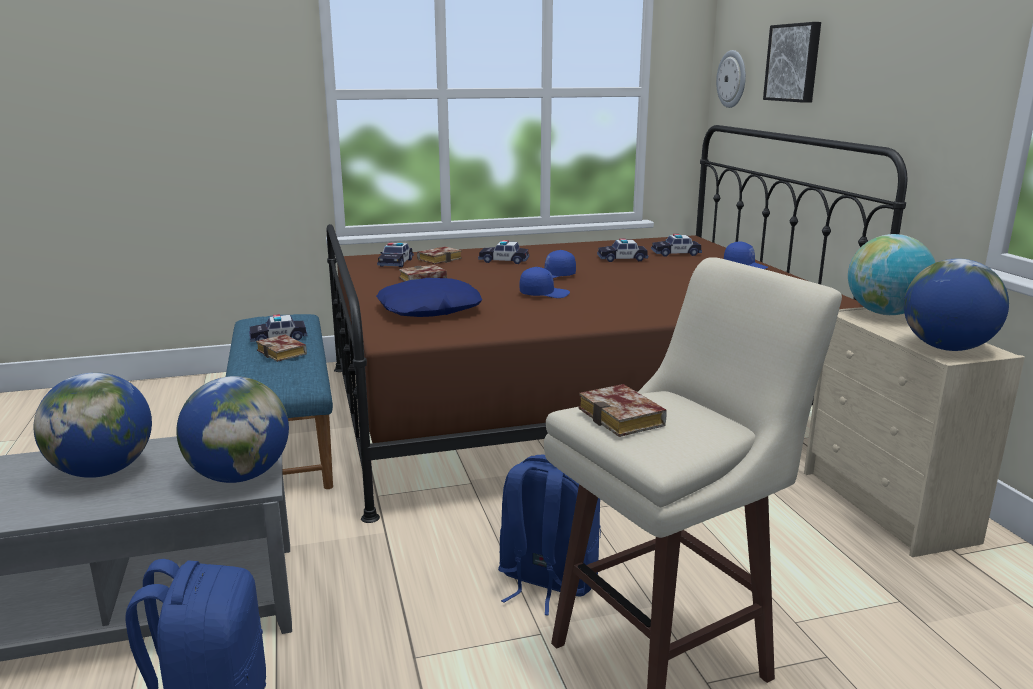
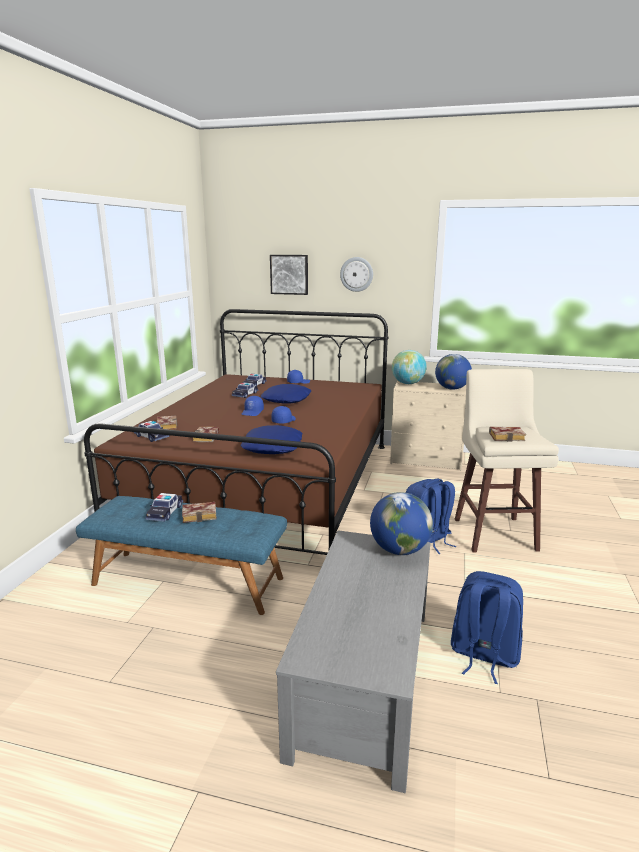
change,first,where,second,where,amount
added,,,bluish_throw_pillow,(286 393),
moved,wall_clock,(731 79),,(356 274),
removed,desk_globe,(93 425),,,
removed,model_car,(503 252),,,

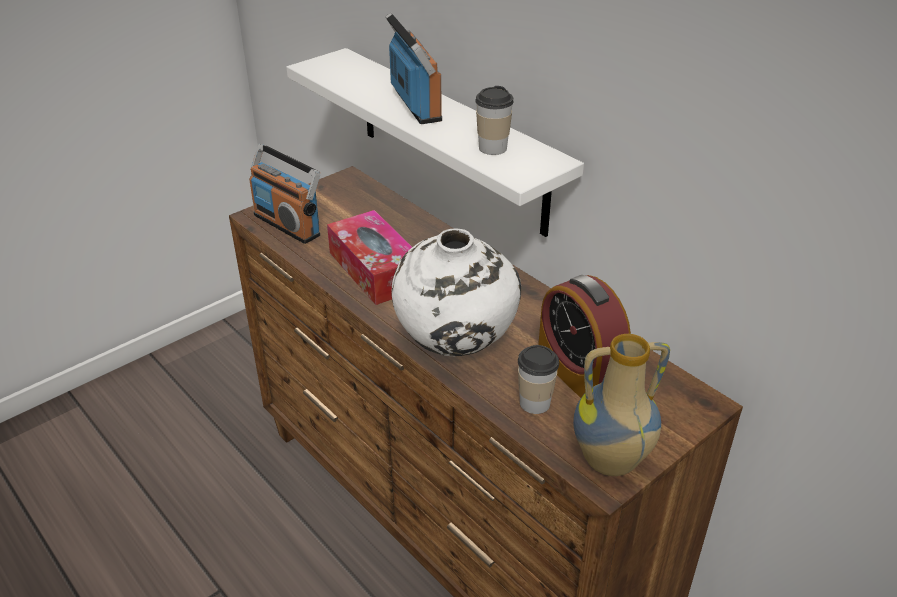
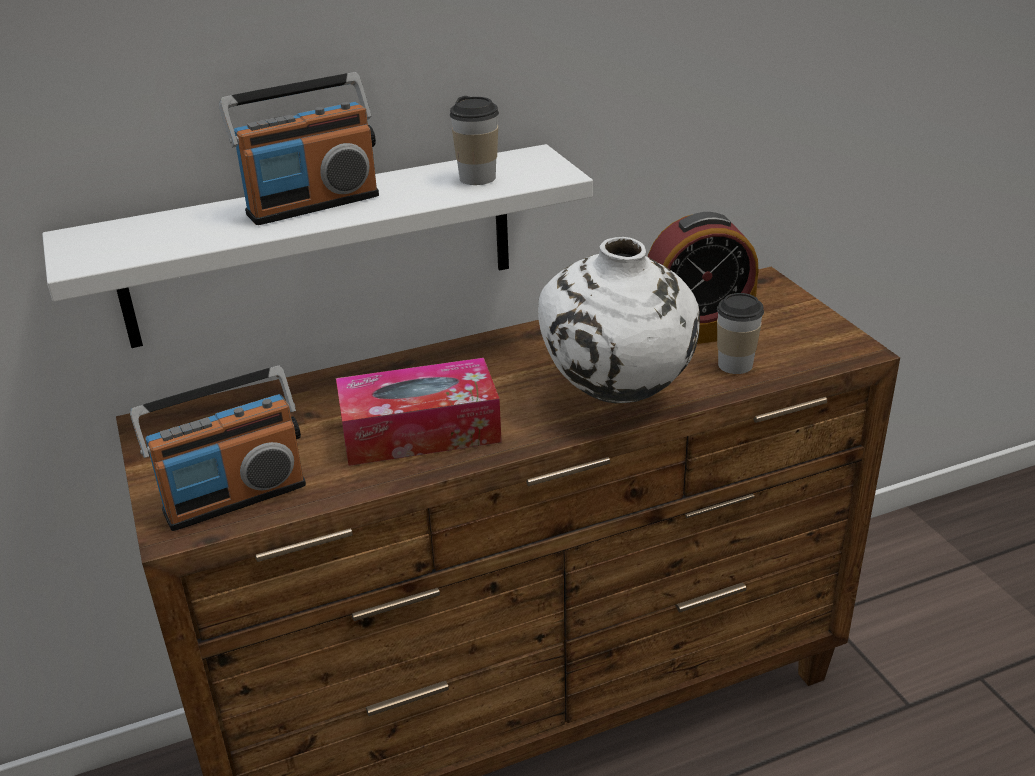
change,first,where,second,where,amount
turned,radio,(413 68),,(299 148),150 degrees clockwise
removed,decorative_vase,(621 405),,,

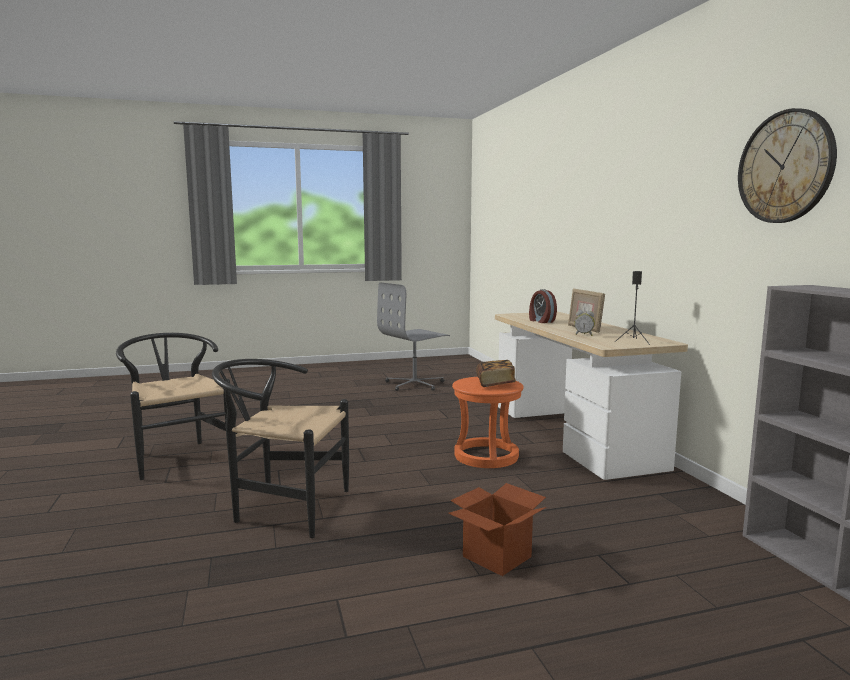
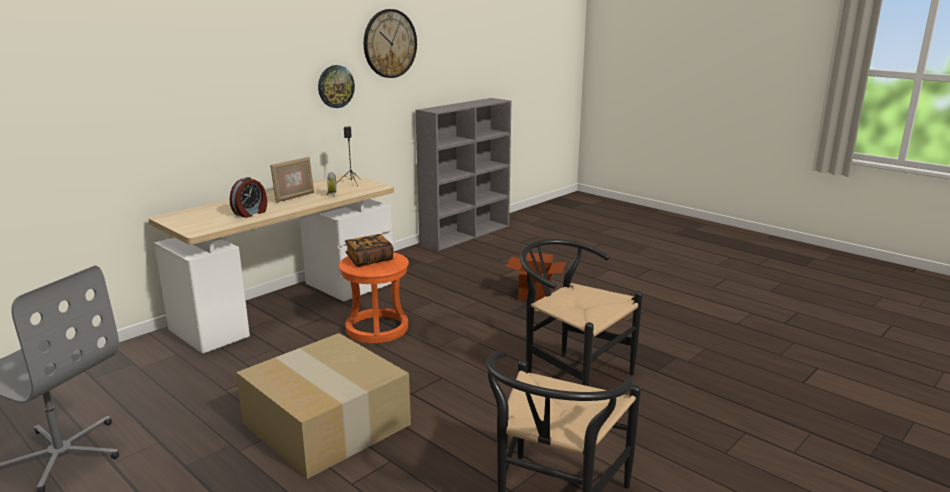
change,first,where,second,where,amount
added,,,packing_box,(323 406),
added,,,wall_clock,(336 86),
turned,black-coloured_chair,(280 448),,(581 312),150 degrees clockwise

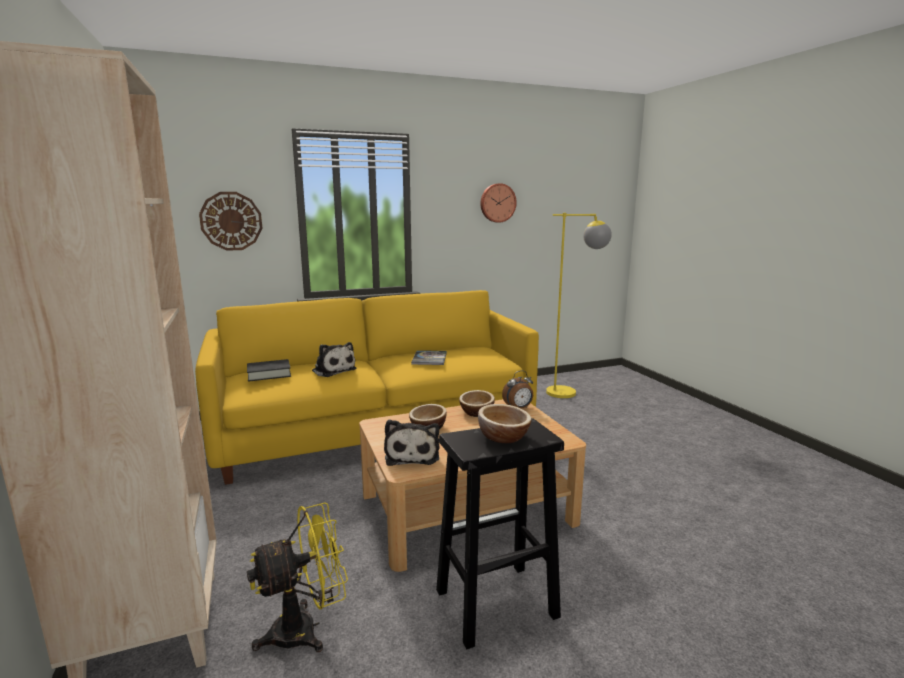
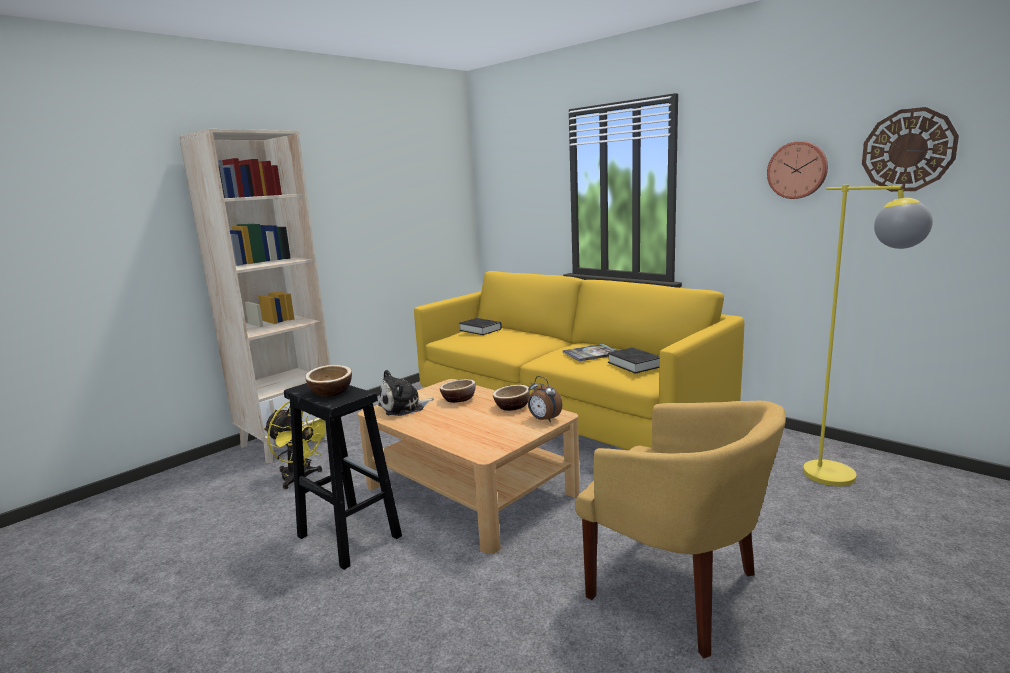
change,first,where,second,where,amount
added,,,yellowish_easy_chair,(680 530),
added,,,black-coloured_book,(634 360),
moved,wall_clock,(231 221),,(910 149),
removed,cuddly_toy,(334 359),,,

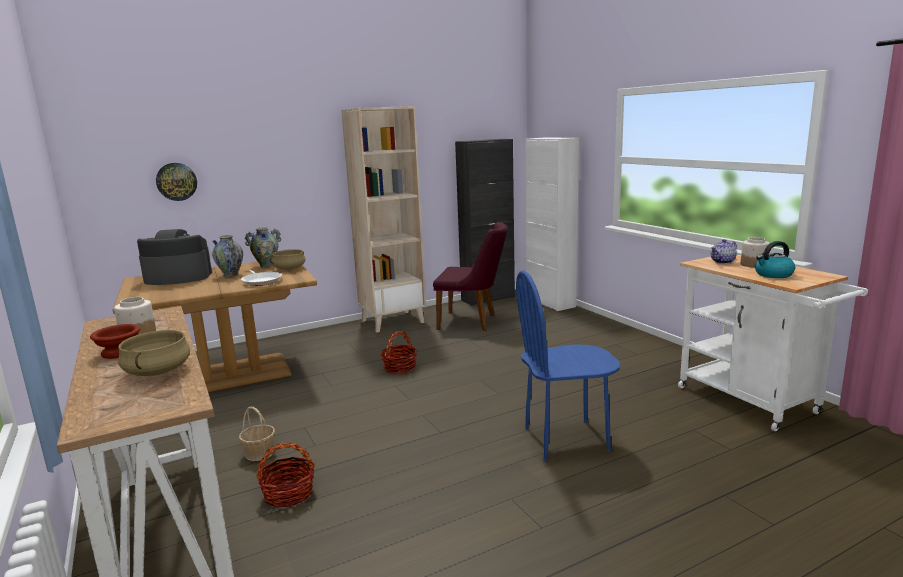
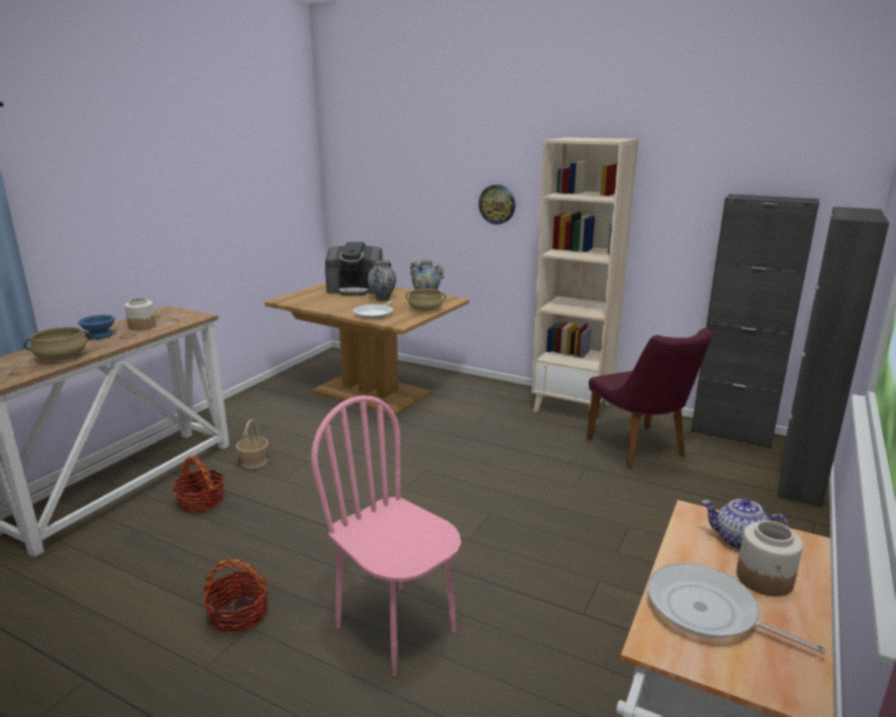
change,first,where,second,where,amount
recoloured,brownish_serving_bowl,(115 341),bluish_serving_bowl,(96 327),
moved,basket,(399 352),,(235 596),
recoloured,bluish_chair,(568 366),pink-coloured_chair,(386 535),
turned,coffee_machine,(174 257),,(354 268),135 degrees clockwise
moved,wall_clock,(176 182),,(496 205),
replaced,tea_kettle,(775 259),skillet,(737 608),
recoloured,white-coloured_storage_cabinet,(552 224),black-coloured_storage_cabinet,(833 357),

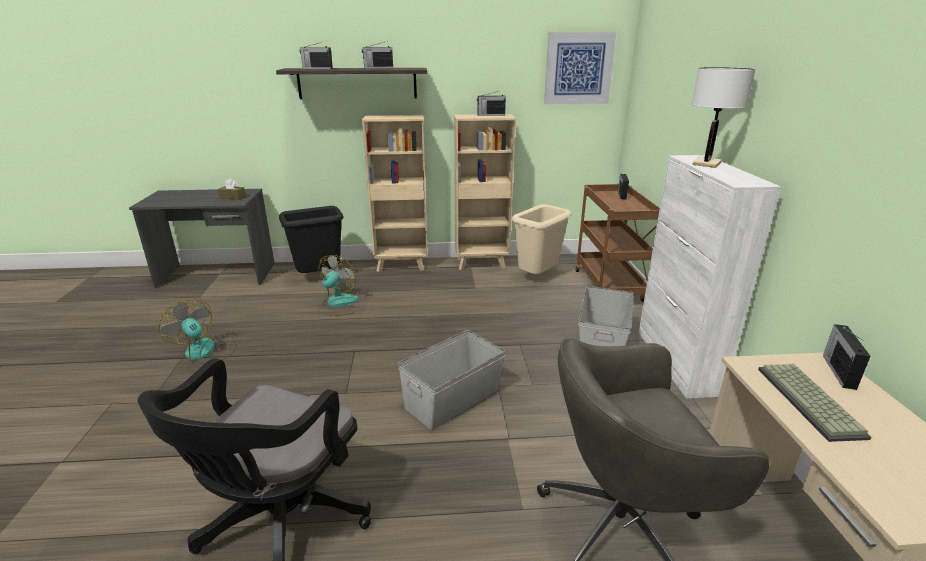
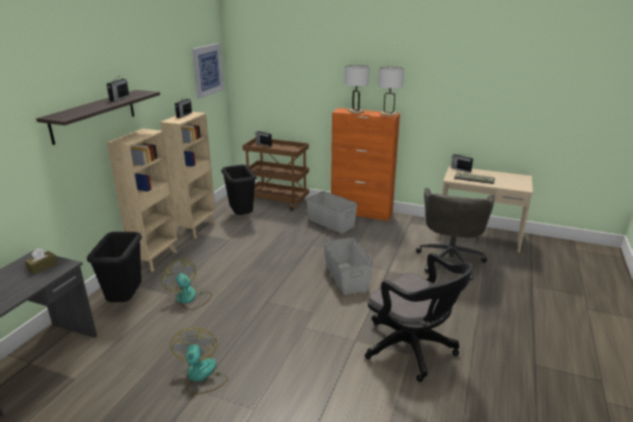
change,first,where,second,where,amount
turned,fan,(198 332),,(199 360),105 degrees clockwise
recoloured,sand-coloured_waste_bin,(541 239),black-coloured_waste_bin,(239 189),
recoloured,white-coloured_storage_cabinet,(710 276),orange-coloured_storage_cabinet,(365 164),
added,,,white-coloured_table_lamp,(391 91),
removed,radio,(316 55),,,

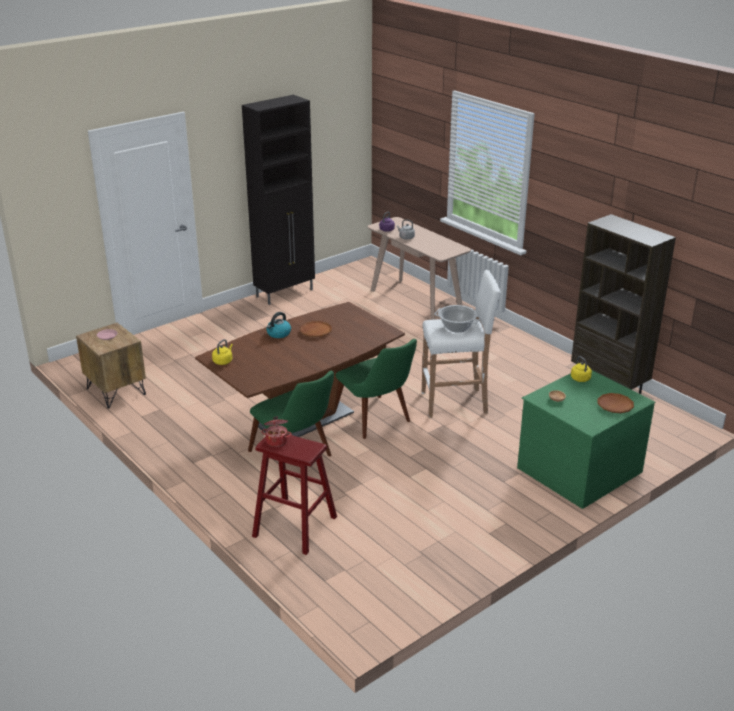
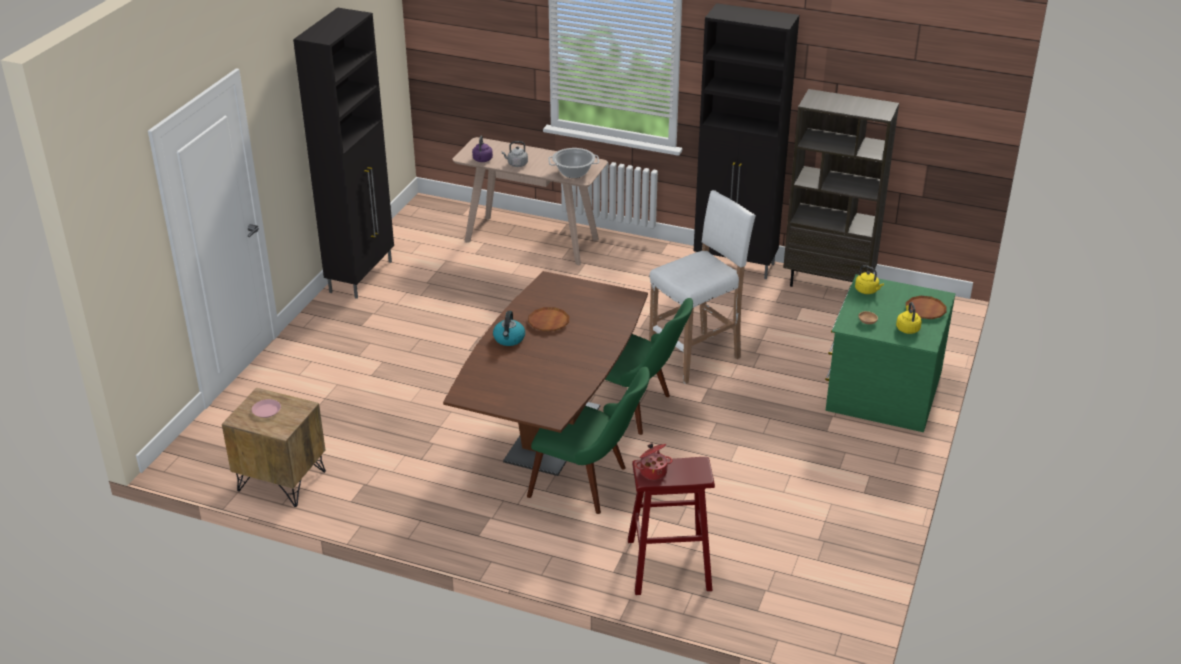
change,first,where,second,where,amount
moved,stockpot,(457 318),,(573 163),
added,,,black-coloured_storage_cabinet,(746 141),
moved,yellowish_tea_kettle,(222 352),,(909 318),

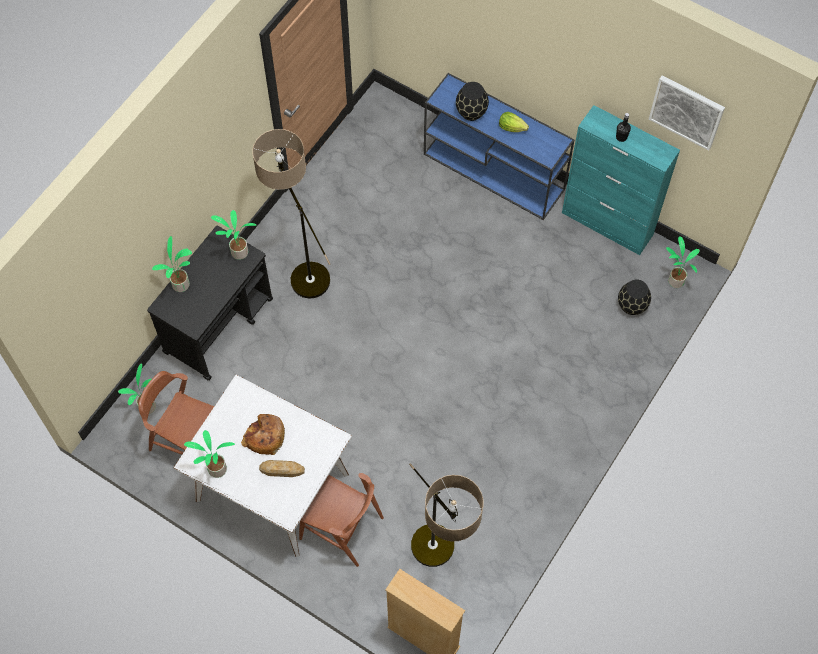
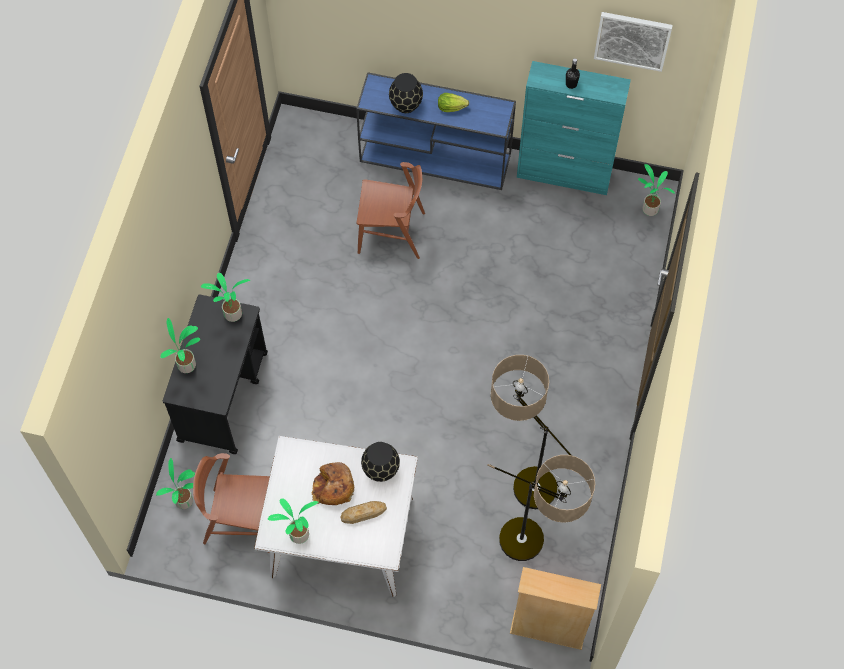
change,first,where,second,where,amount
moved,brownish_chair,(341 520),,(390 210),
moved,black-coloured_decorative_vase,(634 297),,(380 462),
moved,standing_lamp,(291 214),,(531 432),

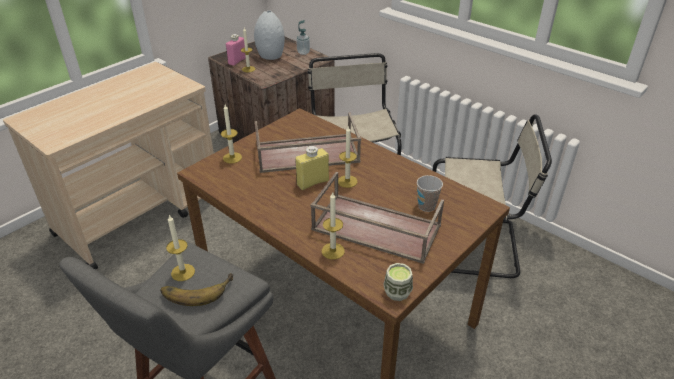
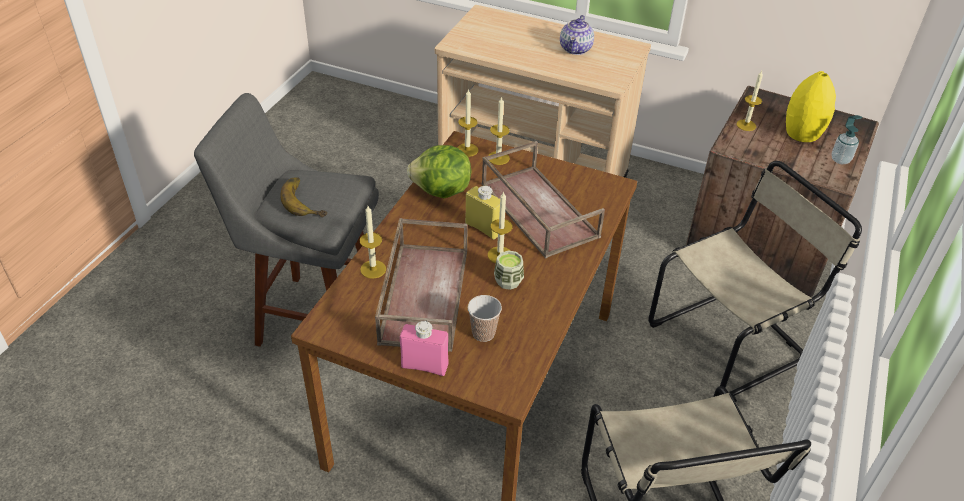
change,first,where,second,where,amount
moved,pink-coloured_beverage_bottle,(236 50),,(424 348),
added,,,lettuce,(439 171),
moved,wax_light,(180 247),,(467 123),
moved,cup,(398 282),,(509 270),
added,,,tea_pot,(577 35),
recoloured,greyish_decorative_vase,(269 35),yellowish_decorative_vase,(811 106),

